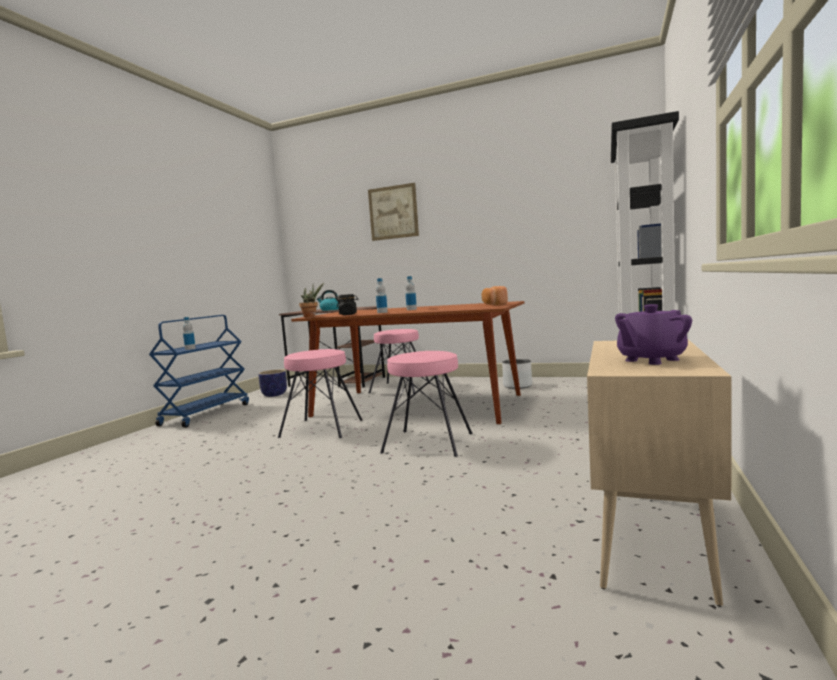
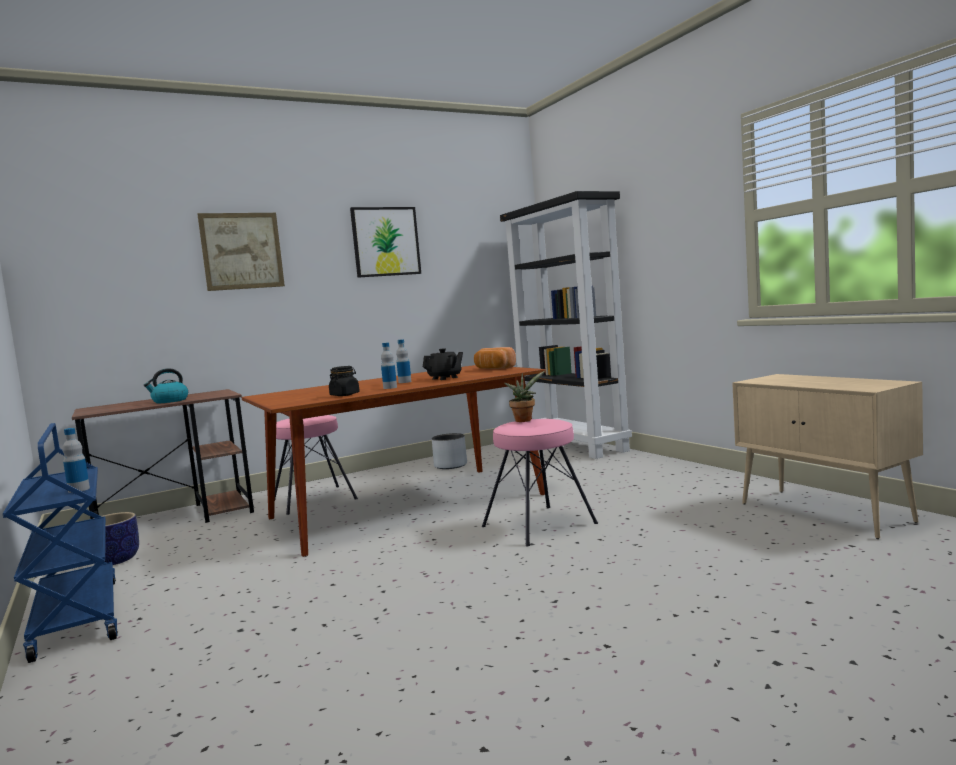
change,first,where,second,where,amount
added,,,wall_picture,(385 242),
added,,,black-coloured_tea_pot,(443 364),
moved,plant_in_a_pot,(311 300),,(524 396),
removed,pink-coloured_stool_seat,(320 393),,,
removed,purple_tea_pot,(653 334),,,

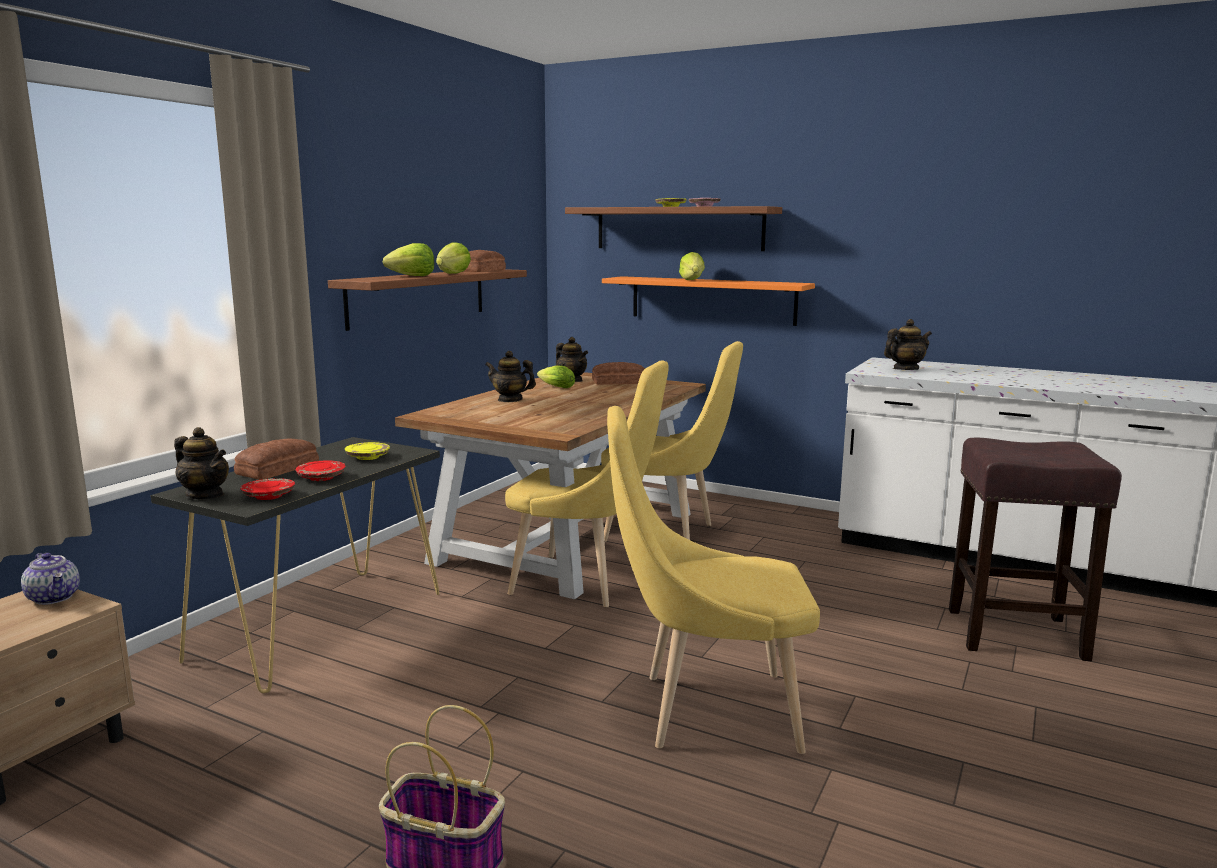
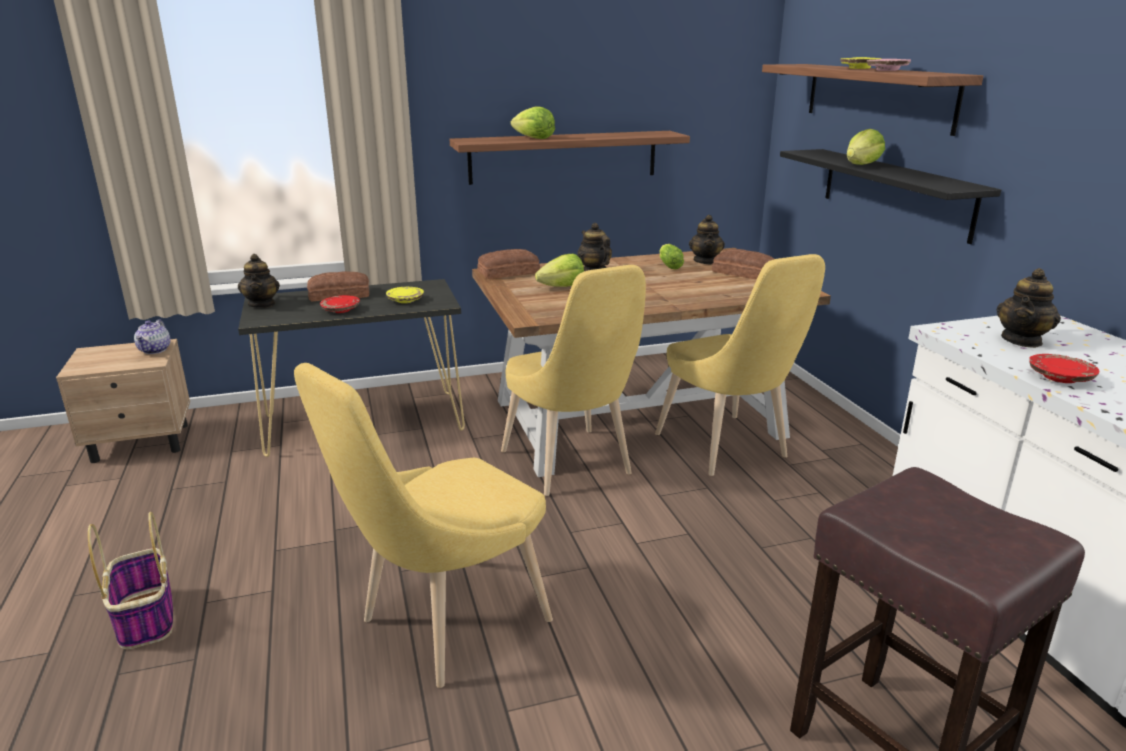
change,first,where,second,where,amount
turned,yellowish_chair,(713 580),,(423 525),90 degrees counterclockwise
moved,bread,(484 261),,(508 264),
moved,lettuce,(453 258),,(559 270),
recoloured,orange-coloured_shelf,(708 301),black-coloured_shelf,(890 196),
turned,tea_pot,(908 344),,(1028 308),105 degrees clockwise
moved,reddish_dinner_plate,(267 489),,(1064 368),

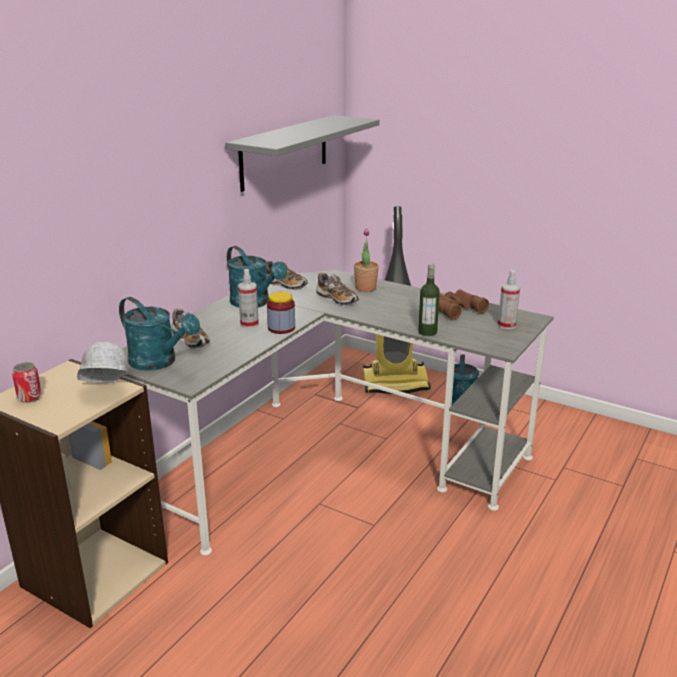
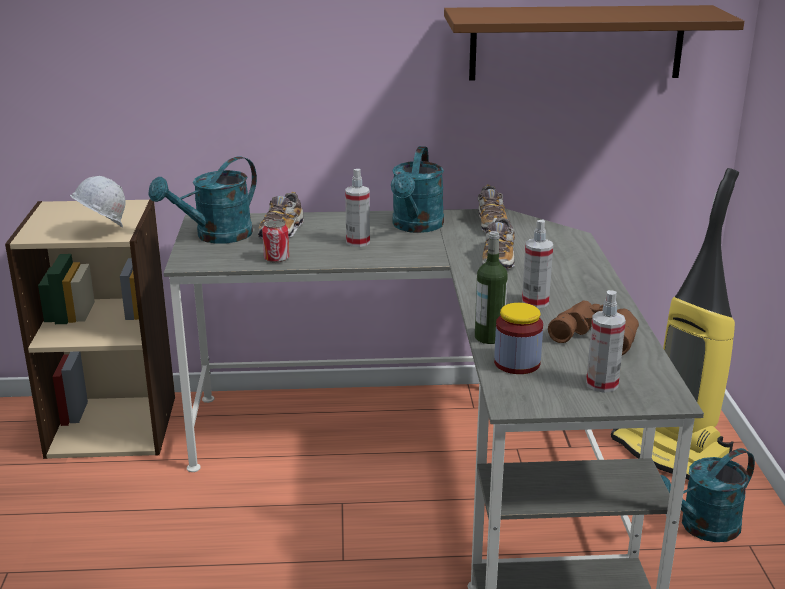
change,first,where,second,where,amount
turned,turquoise_watering_can,(159 334),,(202 200),45 degrees clockwise
moved,metal_can,(27 382),,(275 241),
recoloured,greyish_shelf,(302 153),brownish_shelf,(594 43),
moved,storage_jar,(281 313),,(518 338),
added,,,spray_bottle,(537 264),
removed,plant_in_a_pot,(366 260),,,

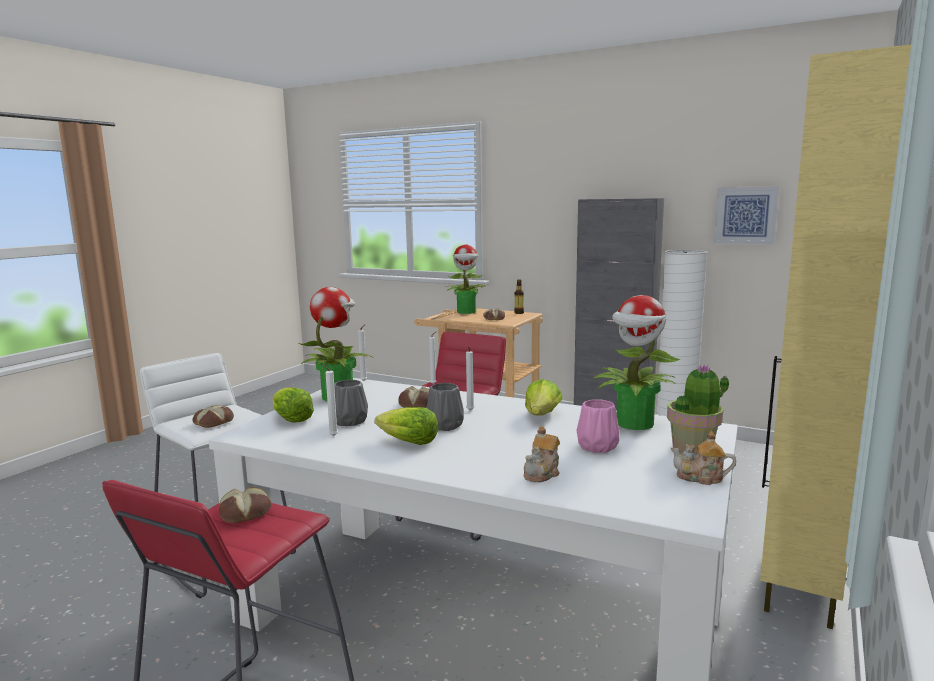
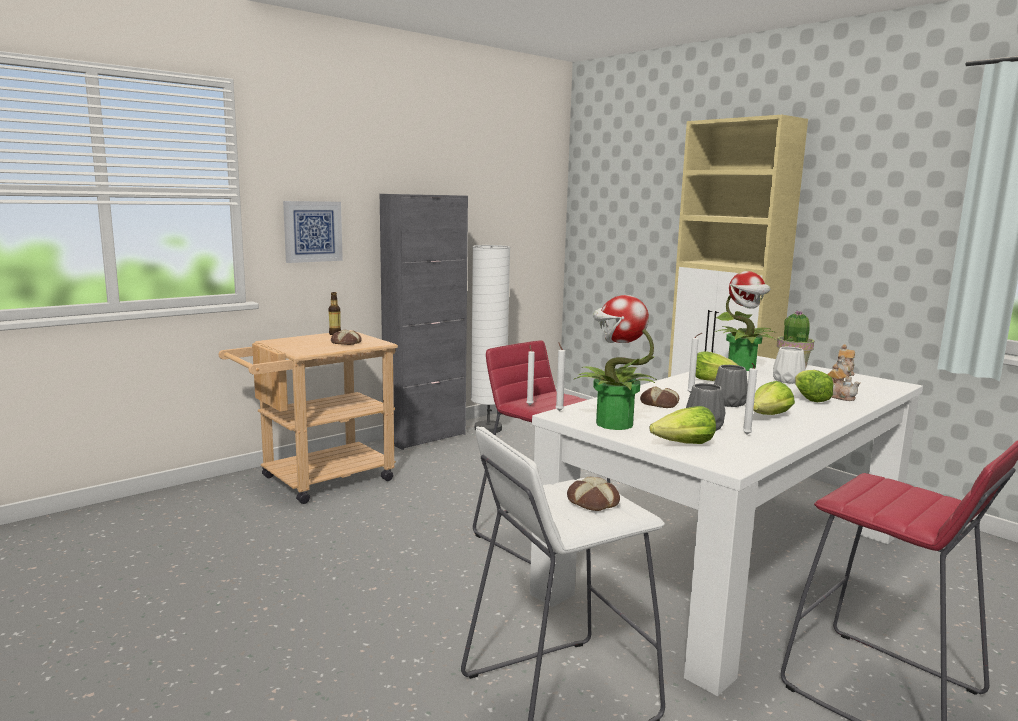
change,first,where,second,where,amount
moved,wall_picture,(746 215),,(313 232),
recoloured,pink-coloured_decorative_vase,(598 426),white-coloured_decorative_vase,(789 365),
added,,,lettuce,(814 386),
removed,bread,(245 505),,,
removed,plant_in_a_pot,(465 279),,,

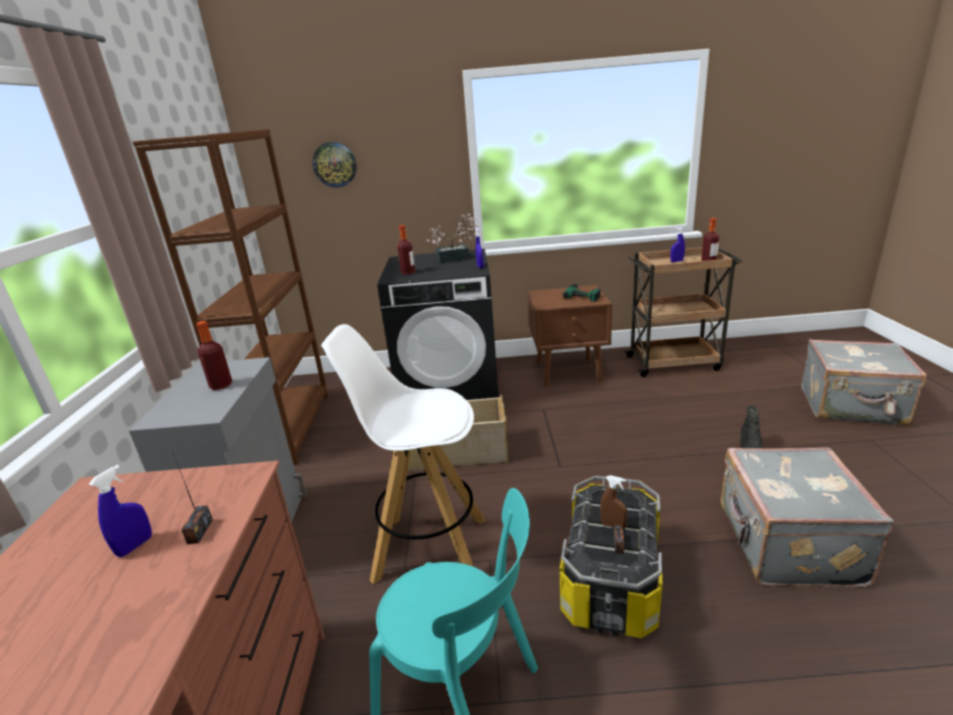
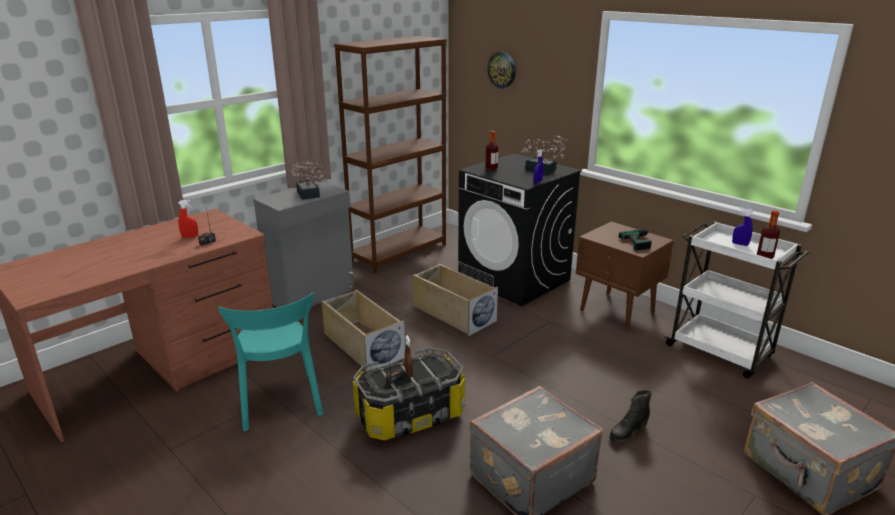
change,first,where,second,where,amount
recoloured,bluish_spray_bottle,(120 511),reddish_spray_bottle,(188 219),
replaced,beverage_bottle,(214 355),plant_in_a_pot,(308 180),
replaced,white-coloured_stool_seat,(403 454),sand-coloured_storage_box,(363 330),
recoloured,brownish_trolley,(683 312),white-coloured_trolley,(736 299),

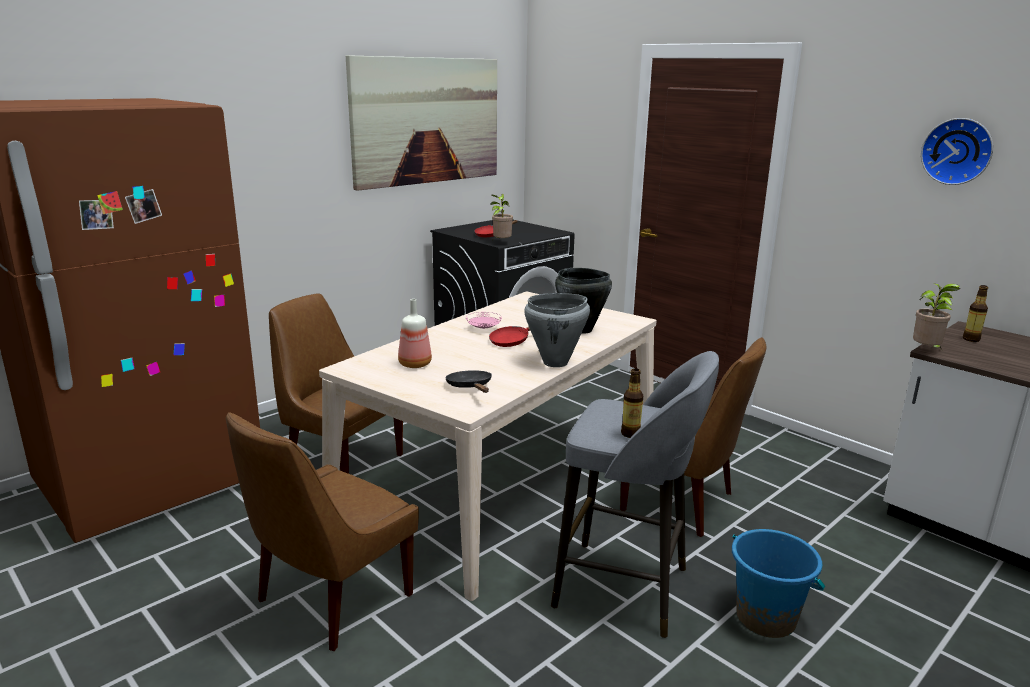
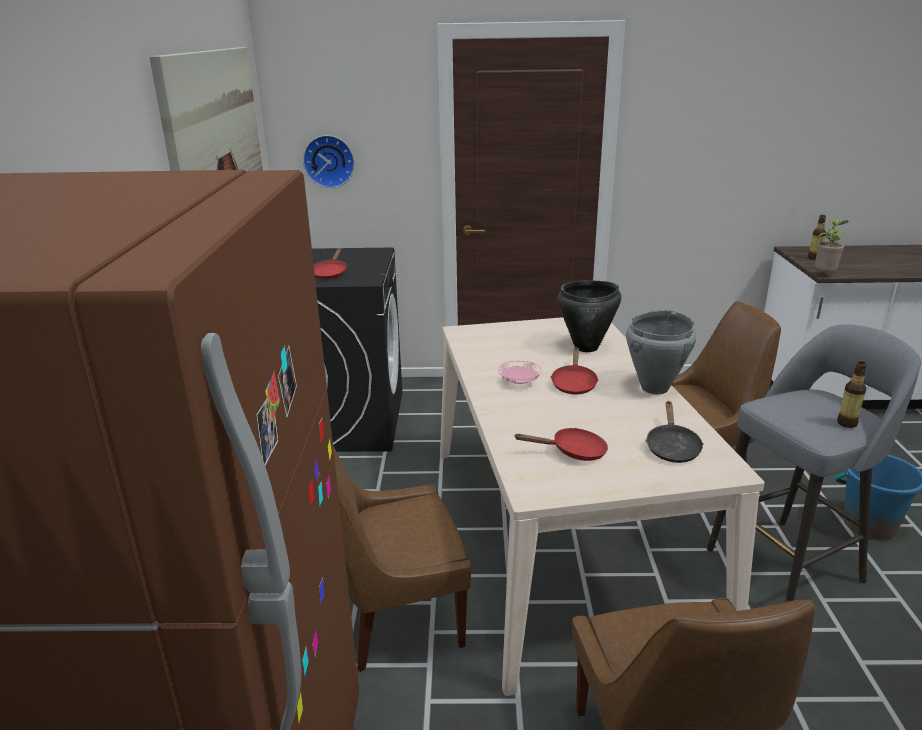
change,first,where,second,where,amount
moved,wall_clock,(957 151),,(329 161),
replaced,beverage_bottle,(415 333),reddish_skillet,(561 444),
turned,black-coloured_skillet,(469 381),,(675 432),105 degrees counterclockwise
removed,plant_in_a_pot,(501 216),,,

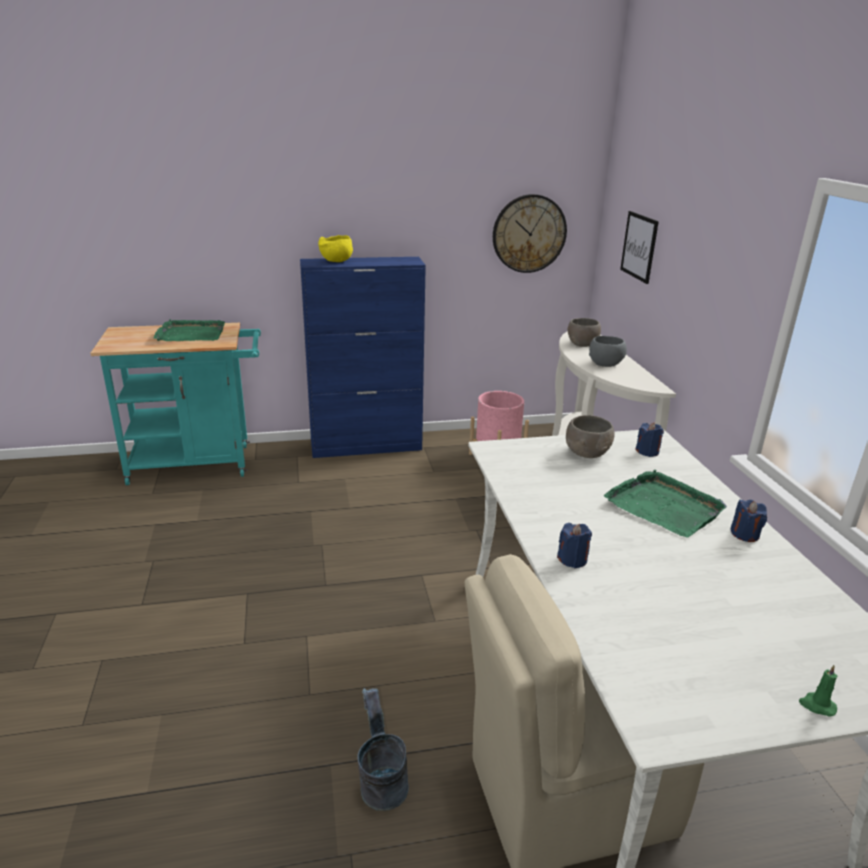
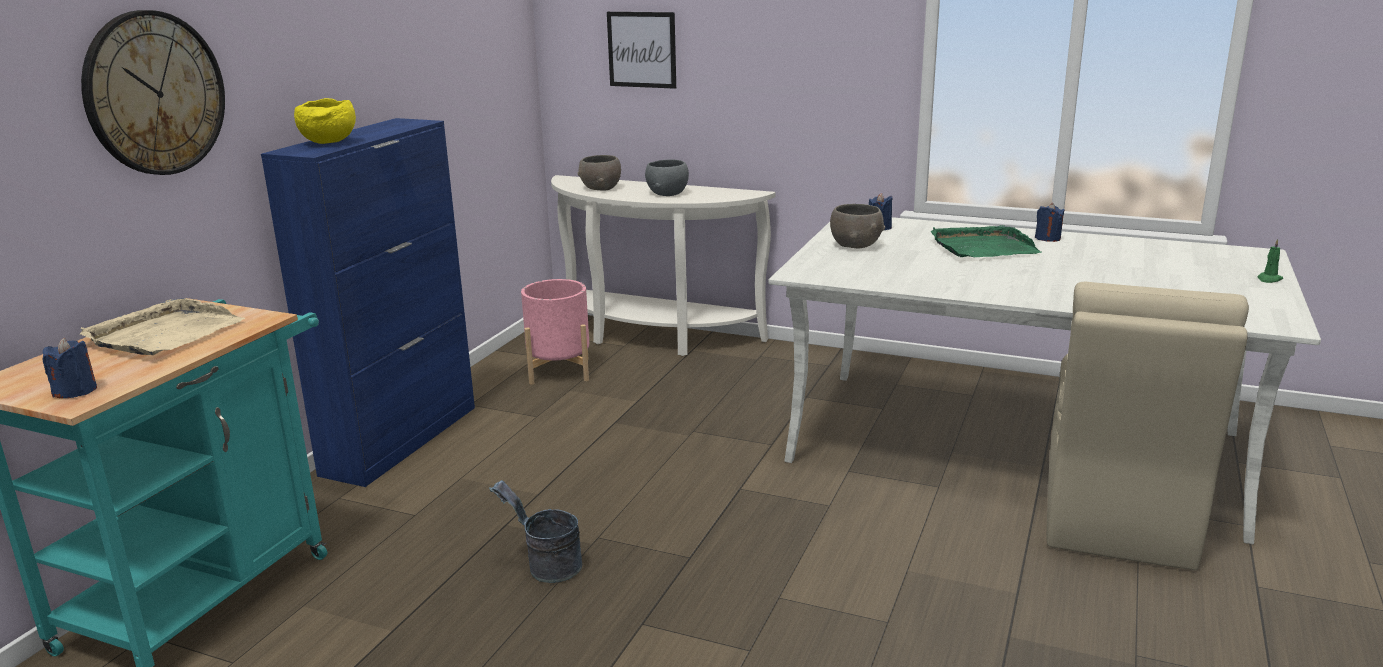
change,first,where,second,where,amount
moved,bluish_wax_light,(574 545),,(70 368),
recoloured,greenish_tray,(189 330),sand-coloured_tray,(162 326),
moved,wall_clock,(530 233),,(153 92),
moved,greyish_bucket,(383 749),,(535 531),

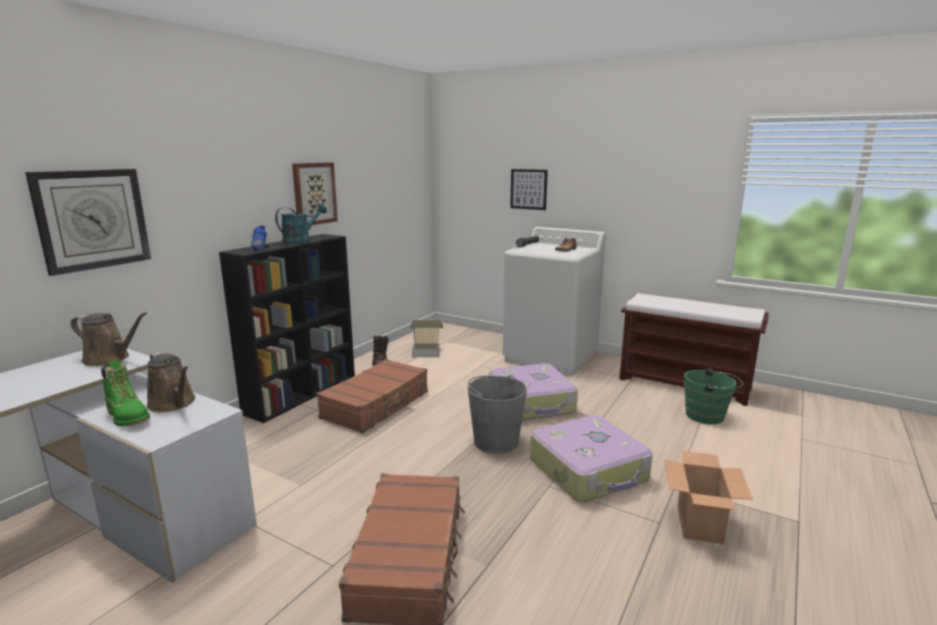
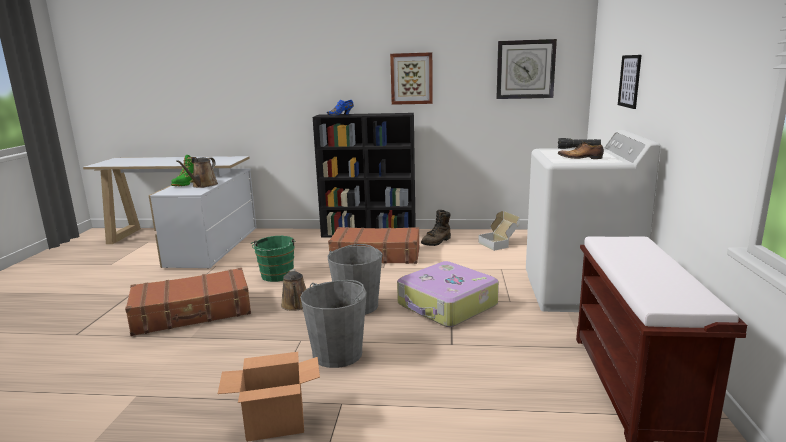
change,first,where,second,where,amount
moved,greenish_bucket,(713 396),,(273 259),
moved,brownish_watering_can,(109 339),,(293 290),
replaced,suitcase,(591 458),greyish_bucket,(333 324),
moved,wall_clock,(88 222),,(526 69),
removed,turquoise_watering_can,(301 223),,,

